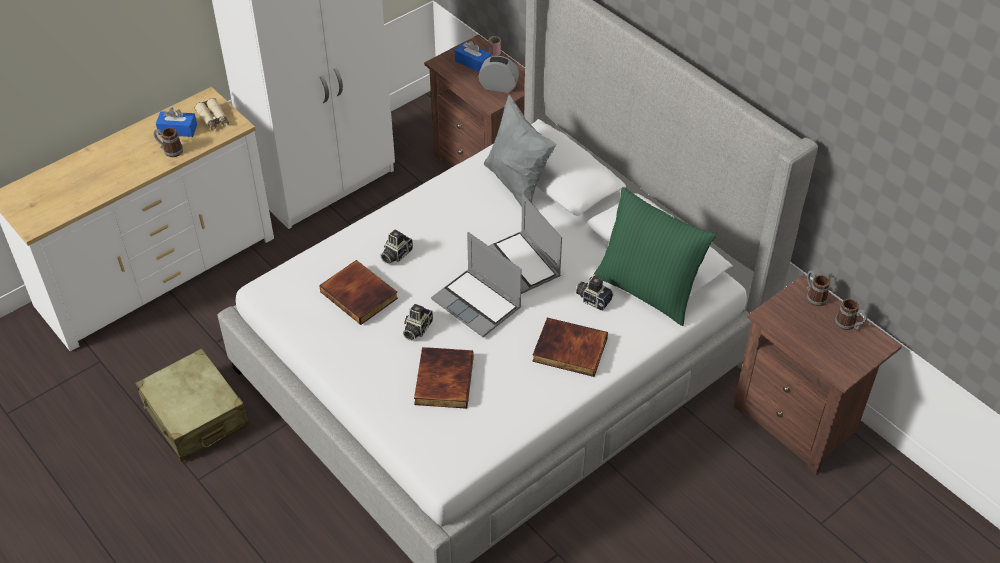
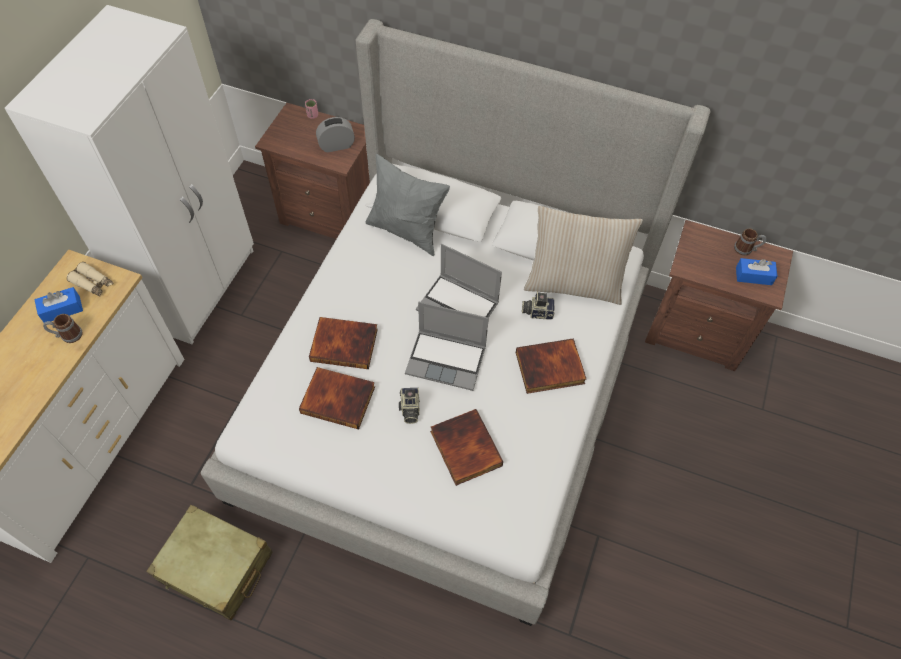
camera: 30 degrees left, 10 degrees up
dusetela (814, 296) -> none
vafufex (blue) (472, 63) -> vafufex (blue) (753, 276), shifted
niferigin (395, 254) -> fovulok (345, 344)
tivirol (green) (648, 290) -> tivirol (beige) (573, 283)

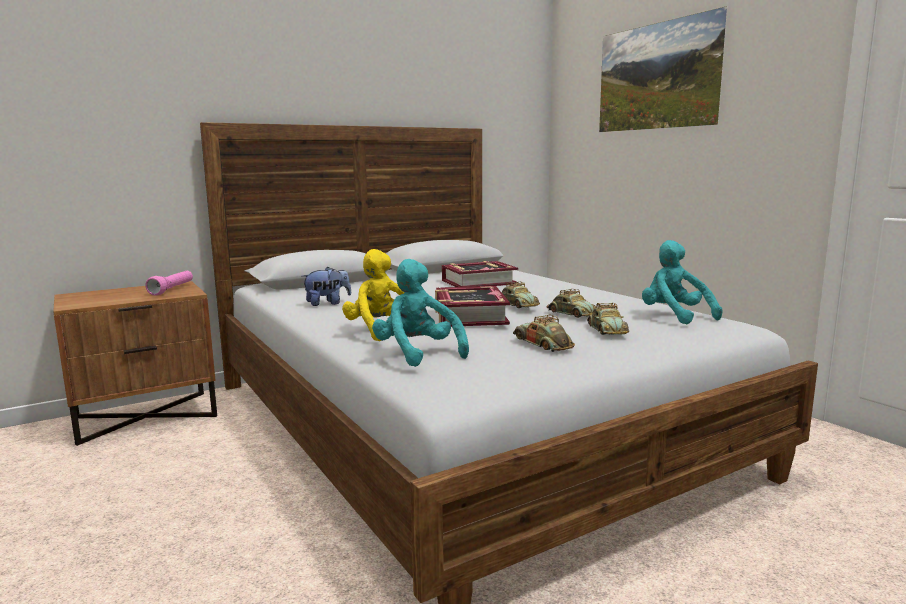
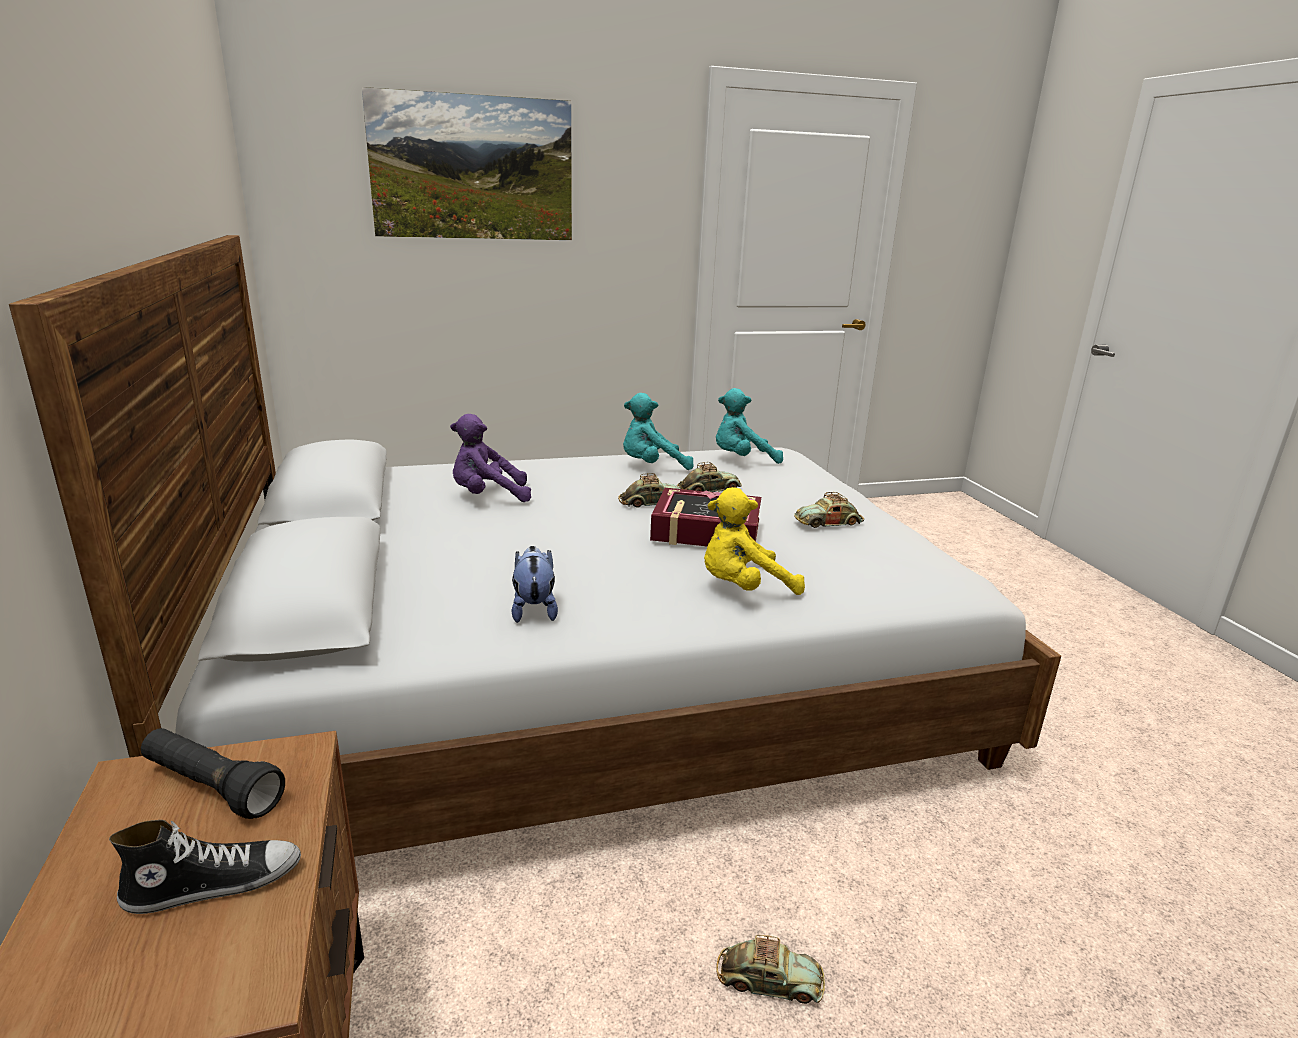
camera: 75 degrees left, 10 degrees up
none -> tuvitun (214, 883)
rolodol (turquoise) (417, 353) -> rolodol (turquoise) (652, 467), shifted
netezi (606, 330) -> netezi (769, 980), shifted
fovulok (478, 282) -> rolodol (purple) (488, 497)
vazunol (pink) (172, 290) -> vazunol (black) (212, 788)

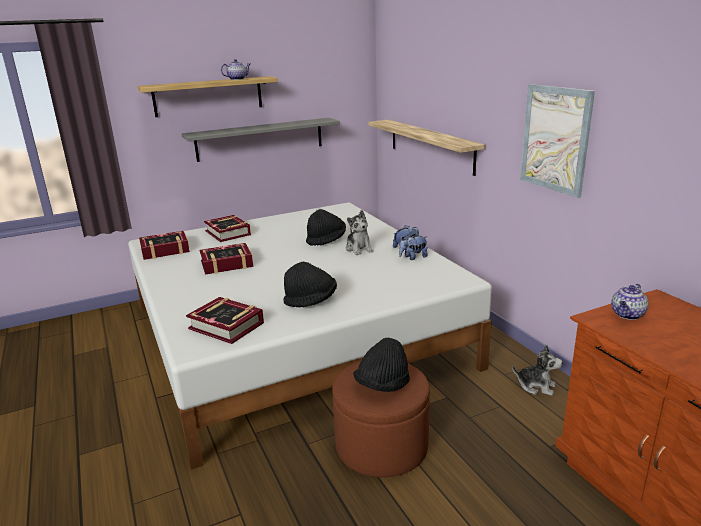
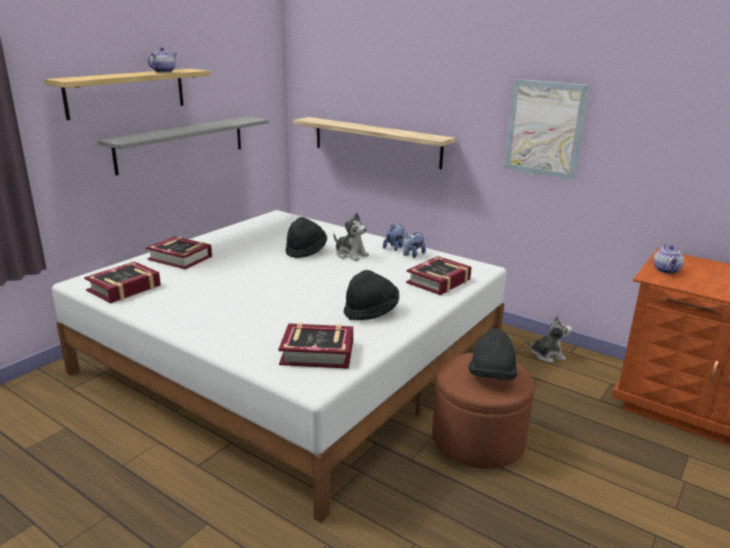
camera: 30 degrees left, 0 degrees up
fovulok (227, 264) -> fovulok (439, 281), shifted

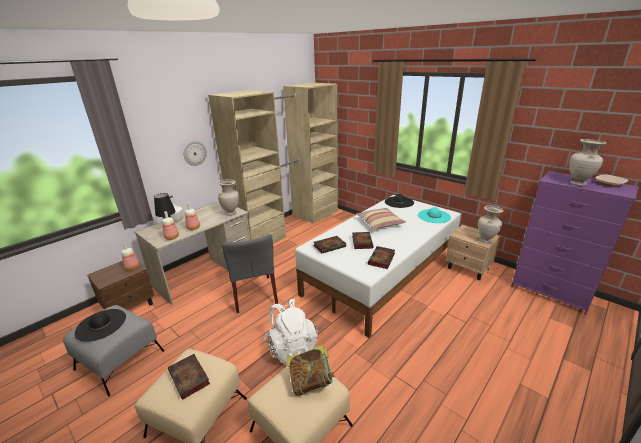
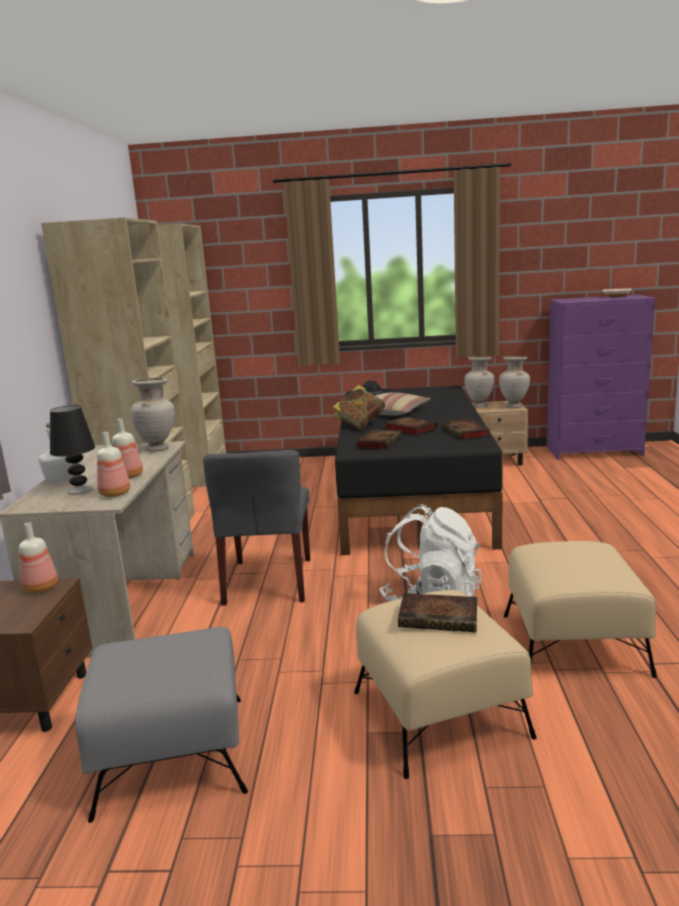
camera: 40 degrees left, 10 degrees down
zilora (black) (101, 324) -> none
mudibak (194, 153) -> none
zilora (turquoise) (434, 216) -> none
fovulok (311, 381) -> fovulok (360, 425), shifted
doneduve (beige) (578, 184) -> doneduve (beige) (479, 406), shifted
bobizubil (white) (383, 273) -> bobizubil (black) (413, 496)
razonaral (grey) (254, 294) -> razonaral (grey) (269, 581), 60 degrees clockwise

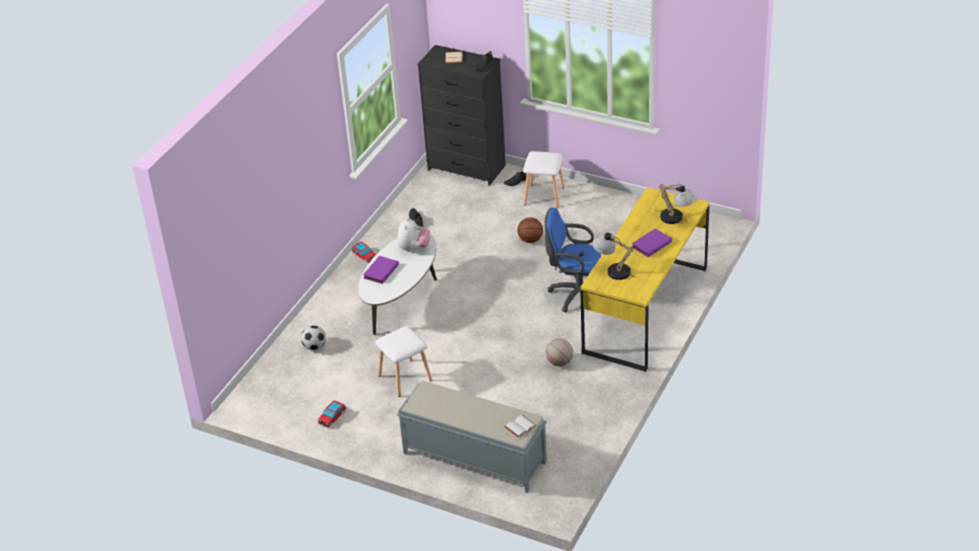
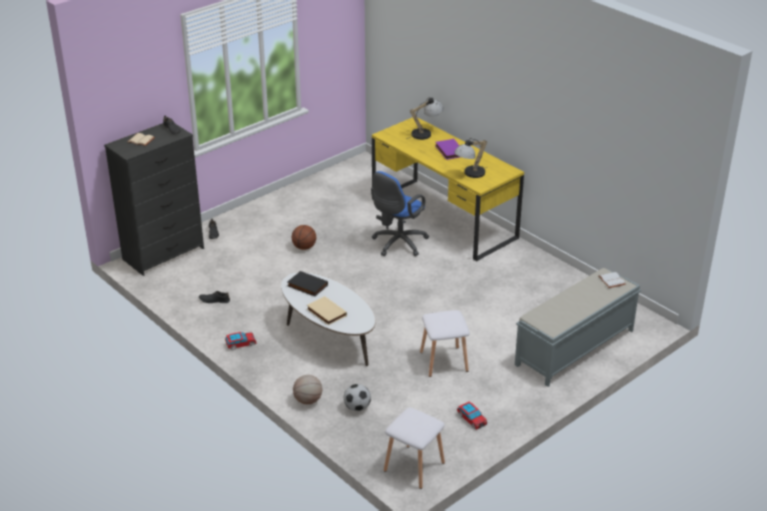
camera: 70 degrees left, 5 degrees down
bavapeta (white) (544, 195) -> bavapeta (white) (413, 466), shifted
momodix (559, 362) -> momodix (308, 400), shifted
rolodol (413, 248) -> fovulok (black) (306, 286)
fovulok (purple) (380, 271) -> fovulok (beige) (325, 313)

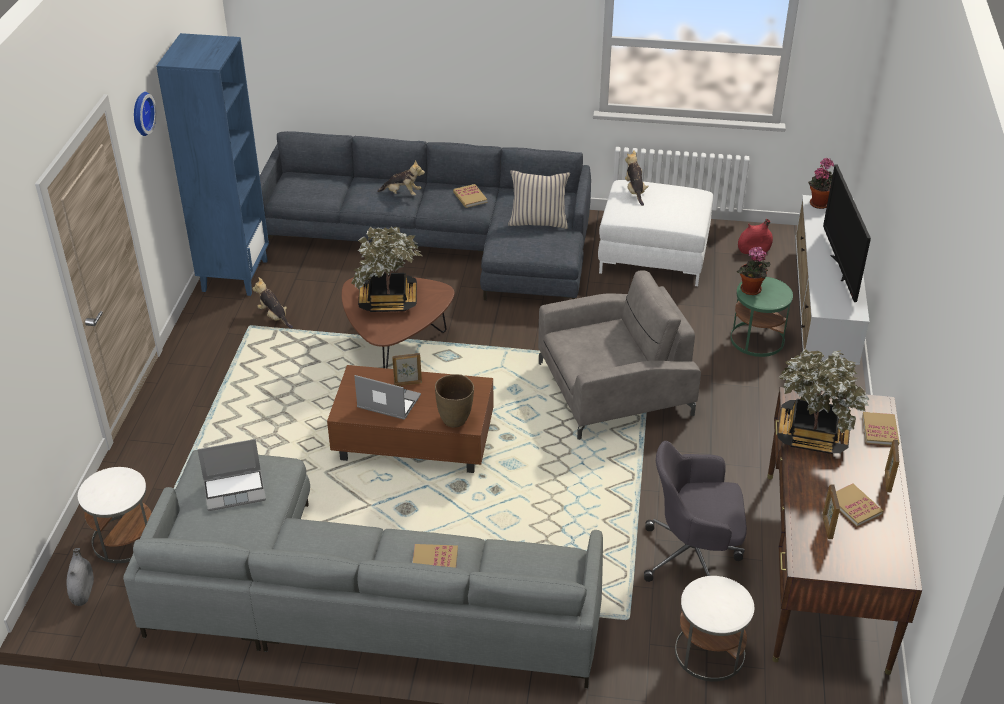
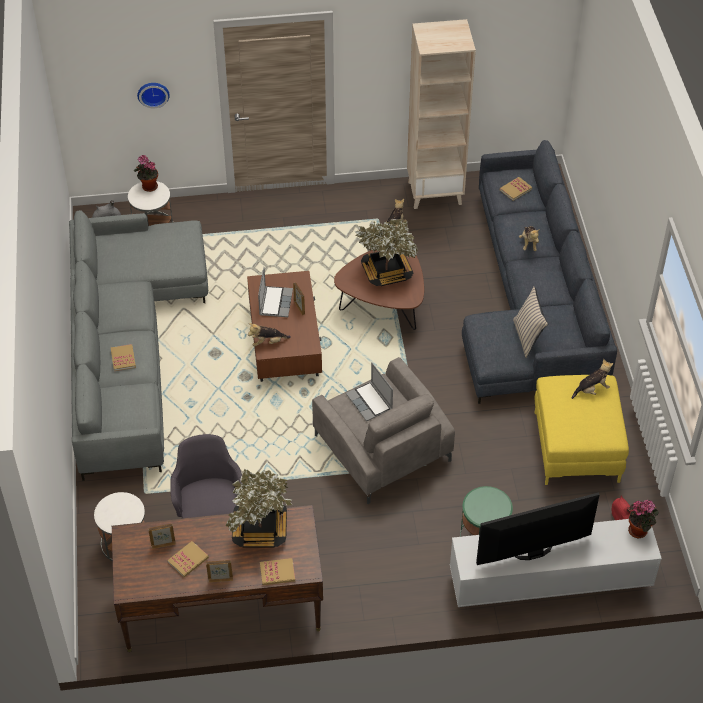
camera: 75 degrees right, 10 degrees up
mudibak (140, 113) -> mudibak (153, 93), shifted
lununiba (235, 490) -> lununiba (370, 402), shifted
fovulok (470, 197) -> fovulok (515, 189), shifted
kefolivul (750, 291) -> kefolivul (148, 187), shifted
doneduve (brown) (455, 420) -> rolodol (268, 342)
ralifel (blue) (234, 275) -> ralifel (beige) (435, 192)
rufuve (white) (654, 257) -> rufuve (yellow) (576, 447)

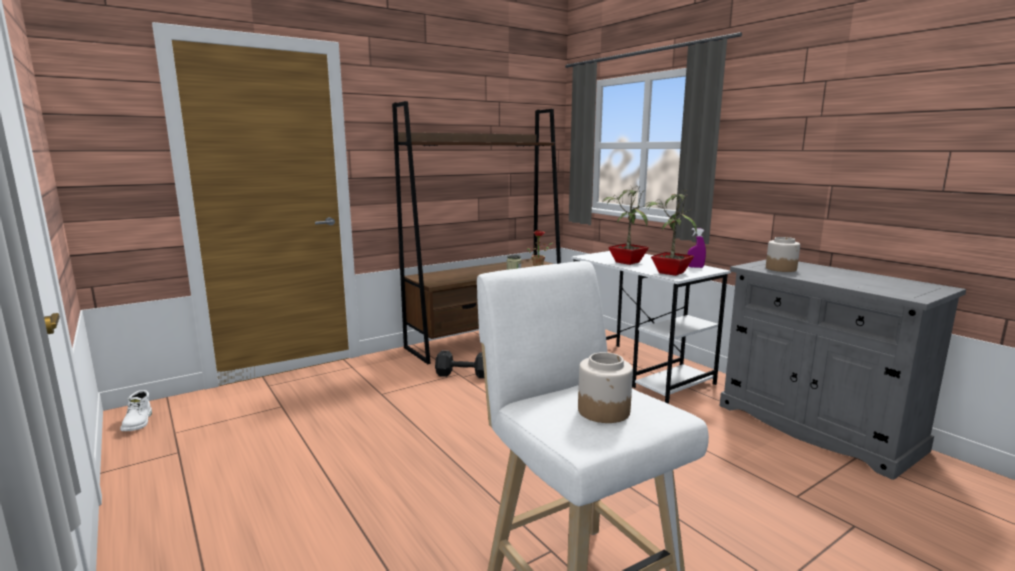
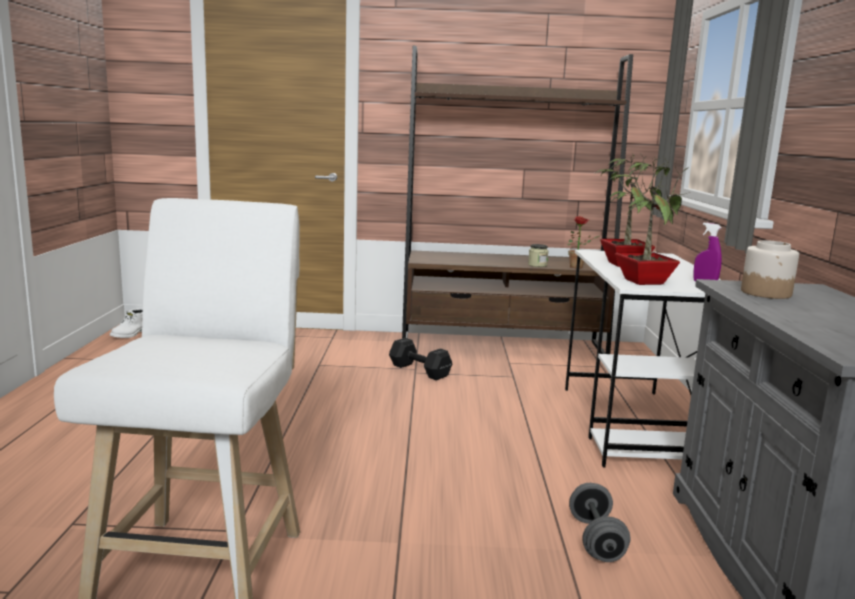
camera: 35 degrees right, 0 degrees up
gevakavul (604, 411) -> none
none -> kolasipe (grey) (596, 540)

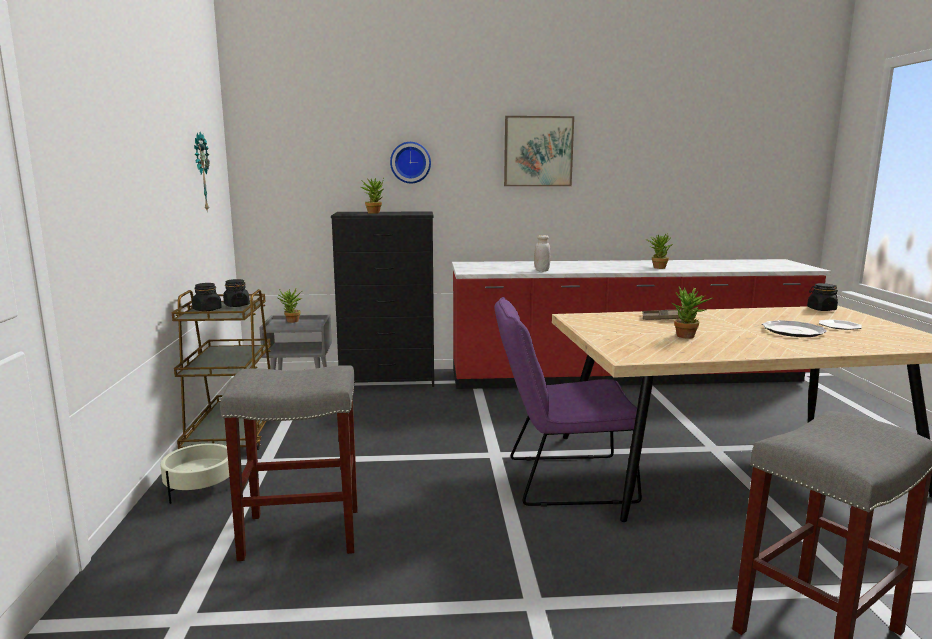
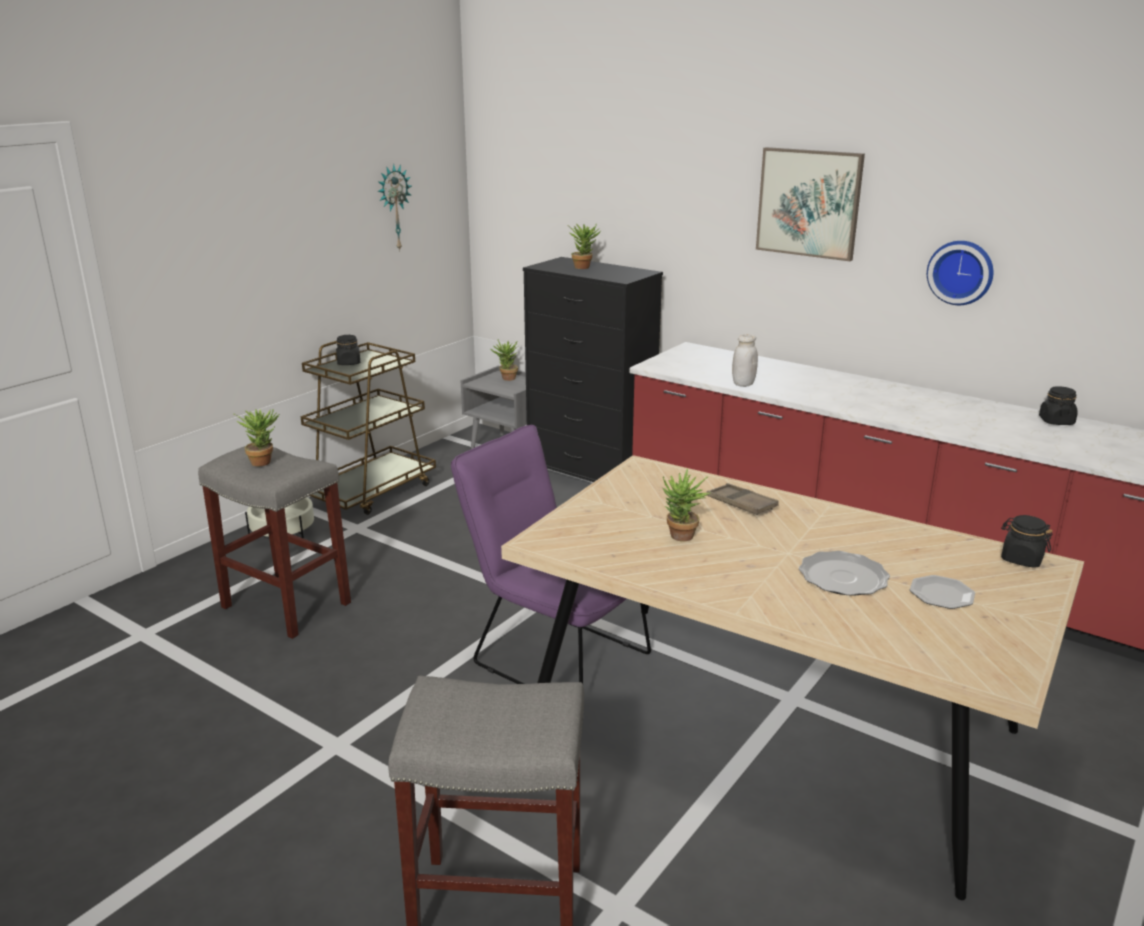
camera: 40 degrees right, 10 degrees up
gevakavul (black) (236, 305) -> gevakavul (black) (1056, 421), shifted
mudibak (410, 162) -> mudibak (961, 272), shifted
kefolivul (657, 267) -> kefolivul (263, 461), shifted

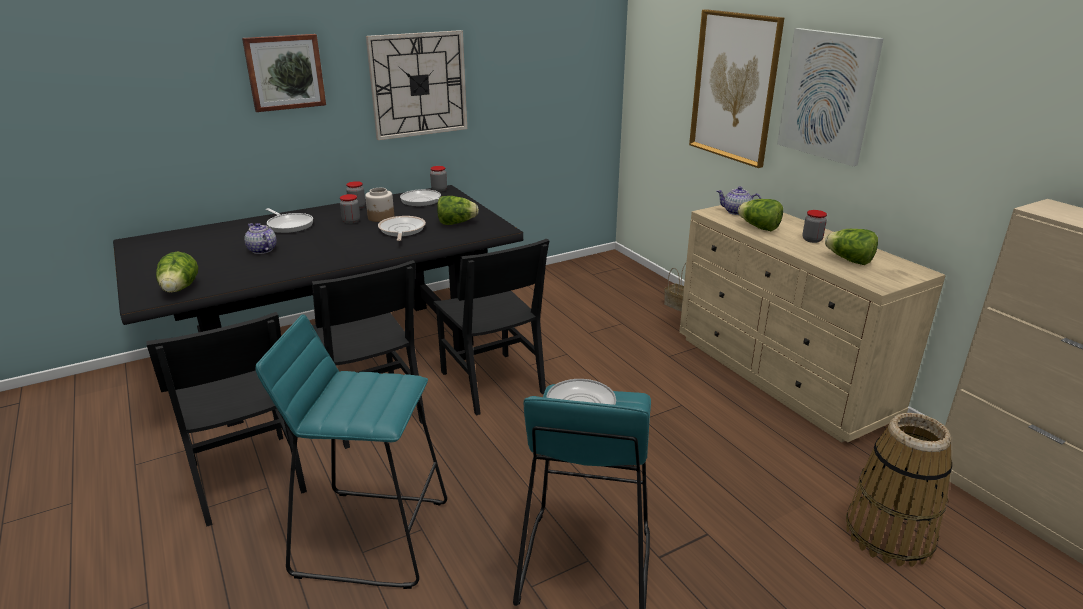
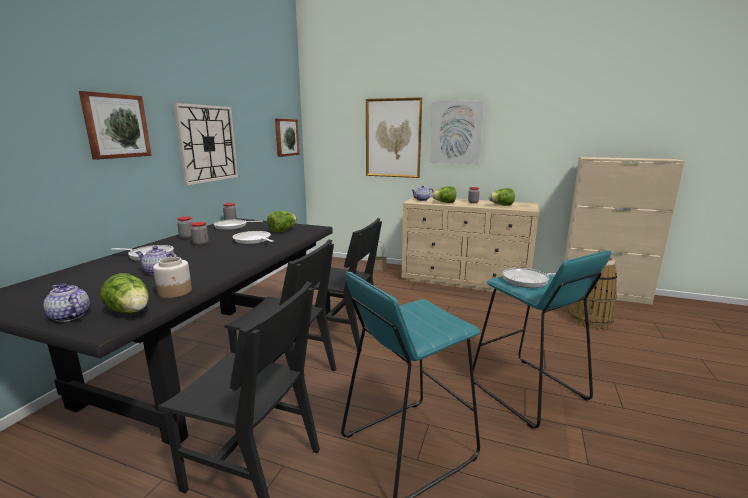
camera: 40 degrees left, 10 degrees down
none -> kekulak (69, 316)
none -> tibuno (286, 137)
gevakavul (381, 217) -> gevakavul (175, 292), shifted

